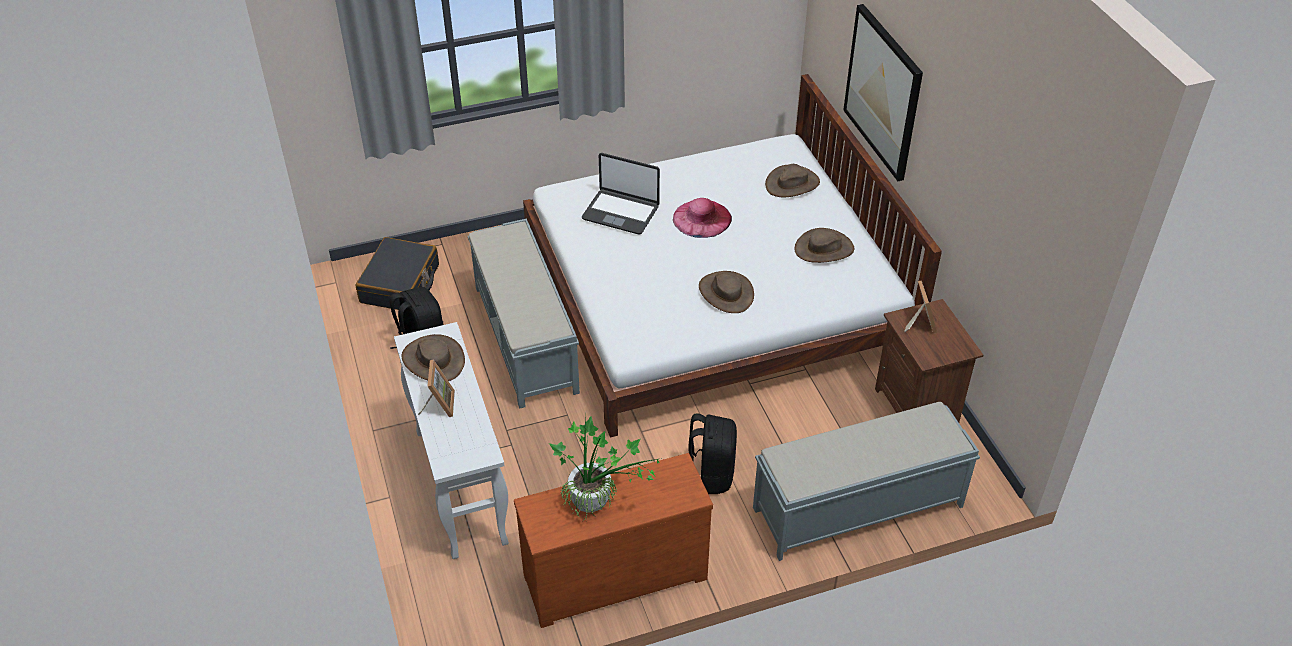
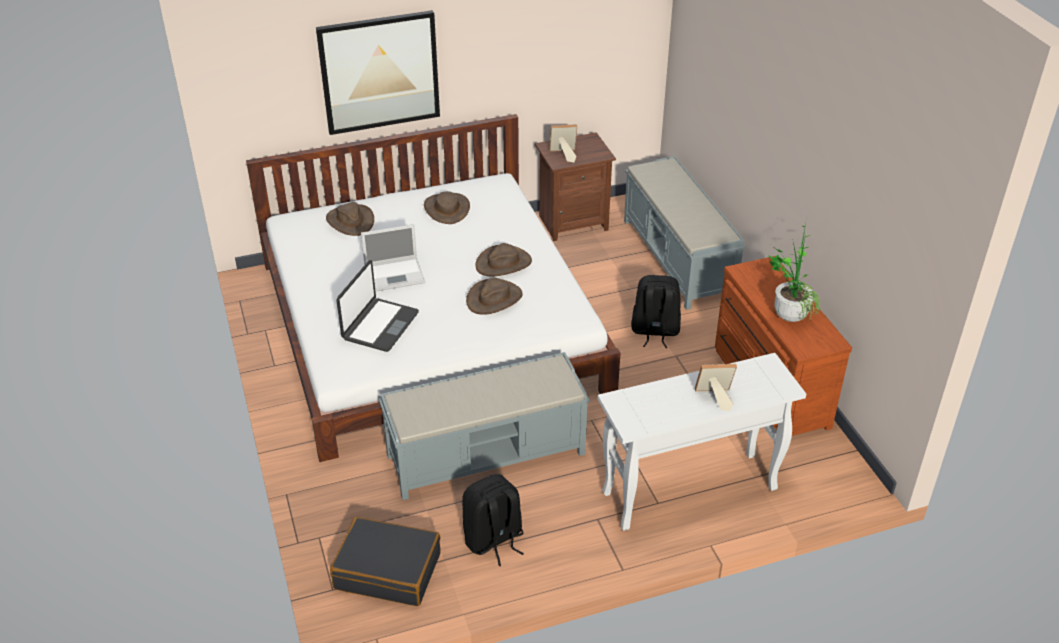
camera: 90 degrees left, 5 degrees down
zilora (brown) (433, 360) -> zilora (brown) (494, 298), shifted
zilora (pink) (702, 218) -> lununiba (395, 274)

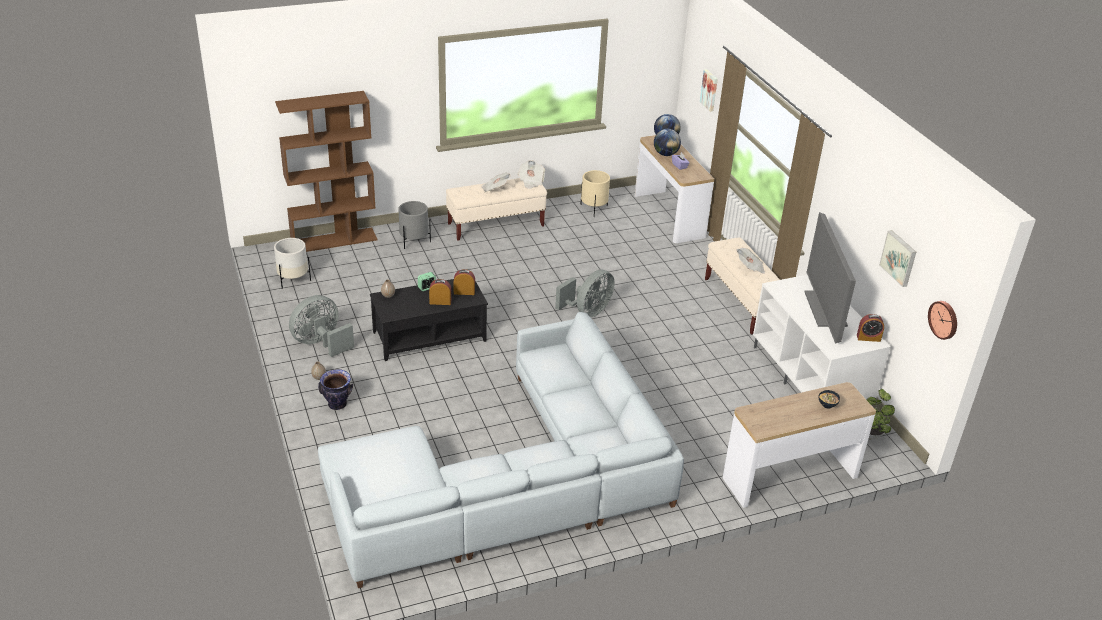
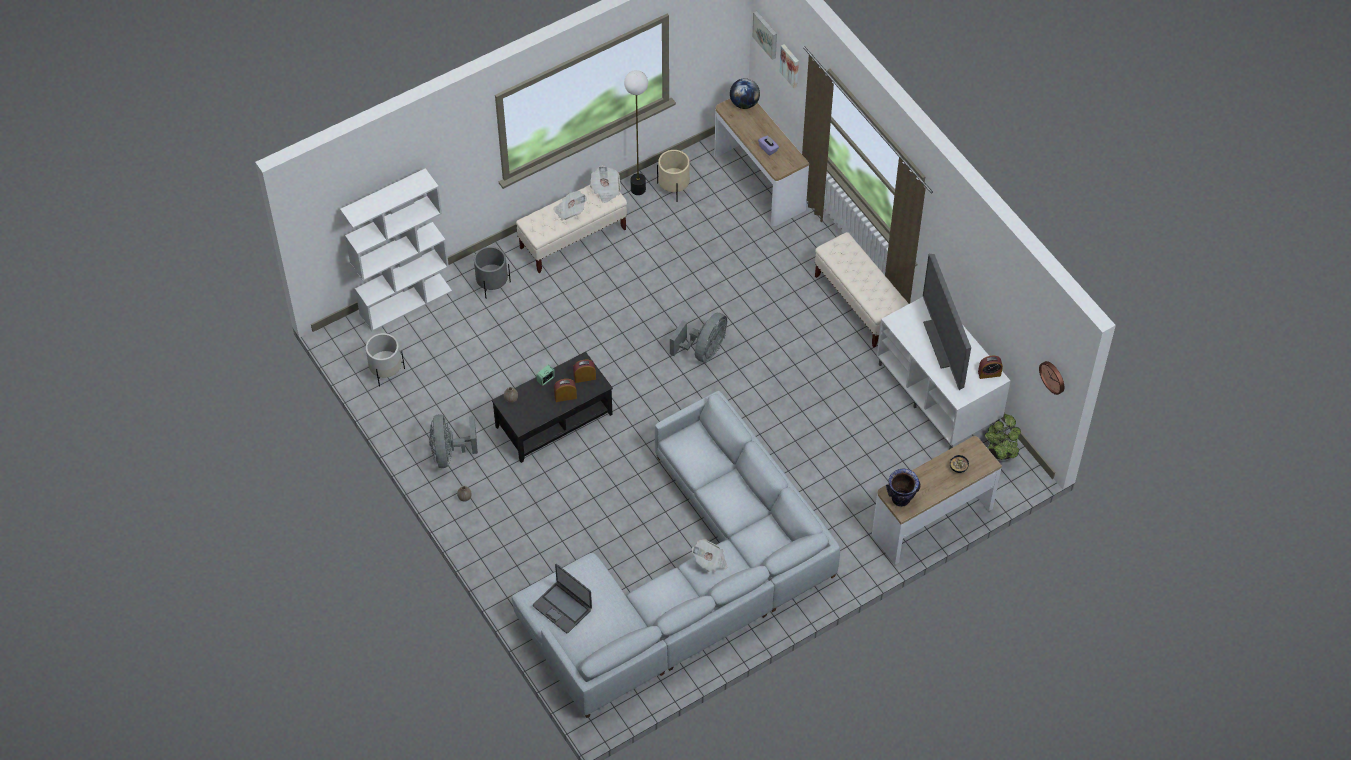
camera: 10 degrees left, 20 degrees up
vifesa (665, 154) -> none
none -> lununiba (562, 607)
none -> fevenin (638, 189)
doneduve (337, 405) -> doneduve (901, 499), shifted
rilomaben (750, 268) -> rilomaben (710, 561), shifted
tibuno (899, 258) -> tibuno (766, 34), shifted
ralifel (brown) (334, 240) -> ralifel (white) (406, 302)
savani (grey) (321, 343) -> savani (grey) (449, 453), 45 degrees counterclockwise

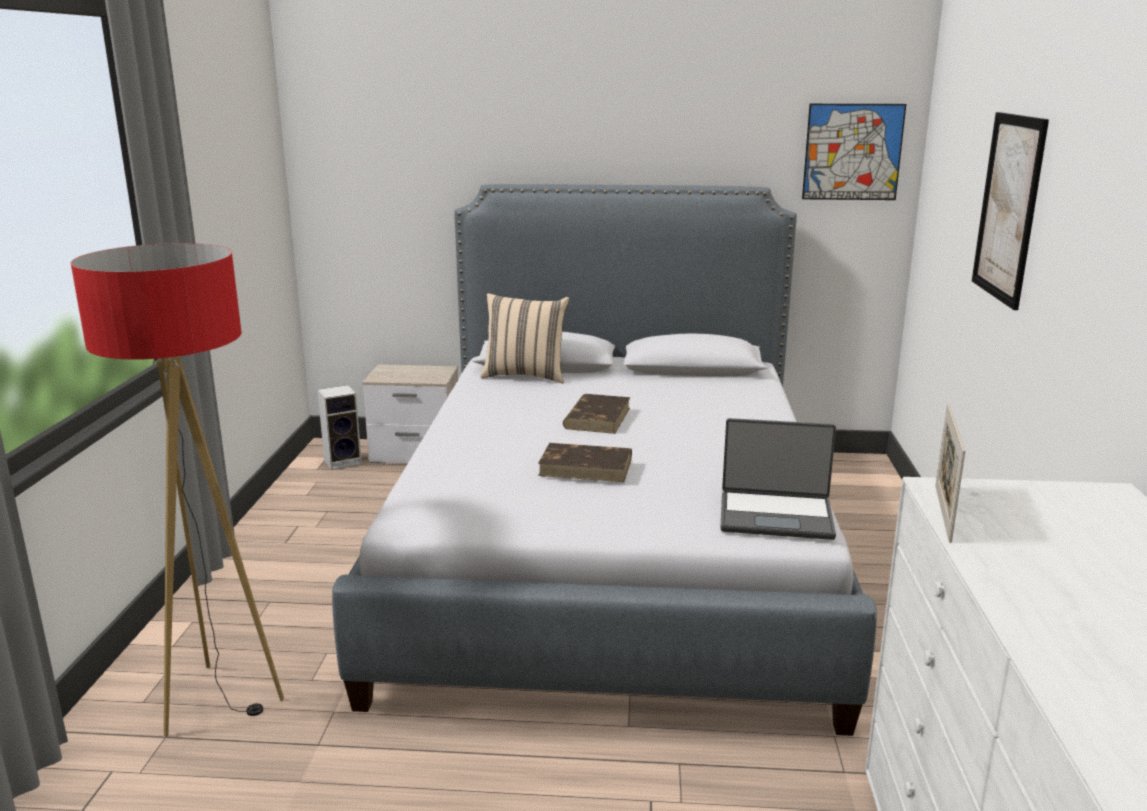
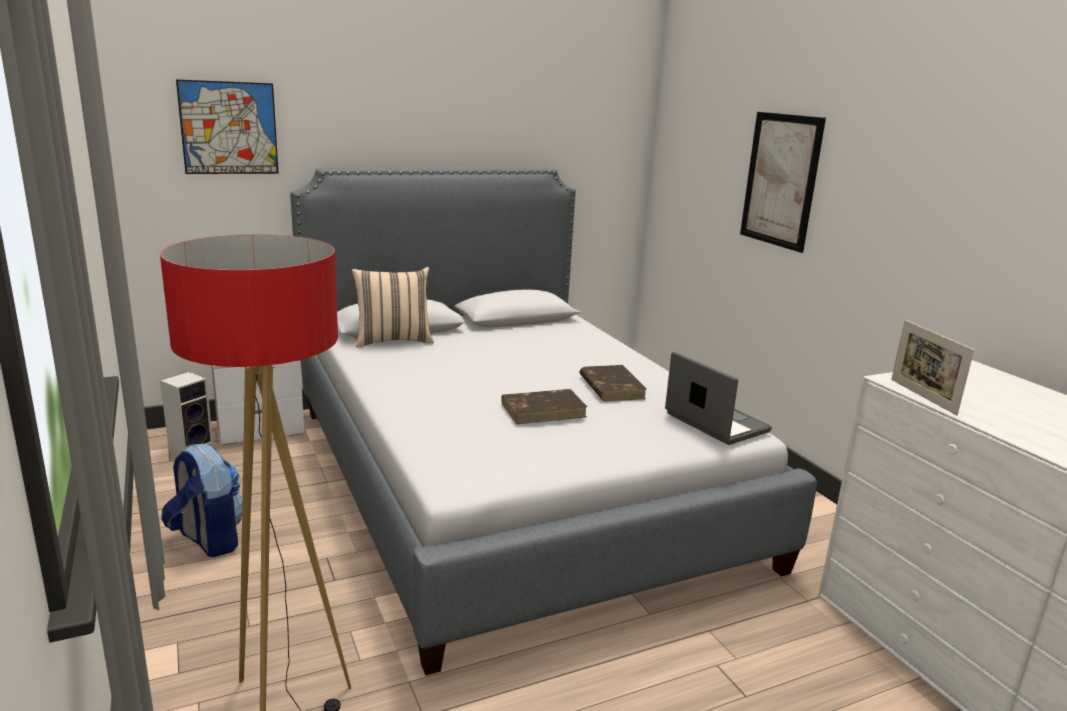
camera: 30 degrees left, 0 degrees up
none -> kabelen (208, 540)
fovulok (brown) (597, 417) -> fovulok (brown) (611, 387), shifted
tibuno (852, 152) -> tibuno (229, 128), shifted
lununiba (776, 516) -> lununiba (715, 423), 105 degrees counterclockwise

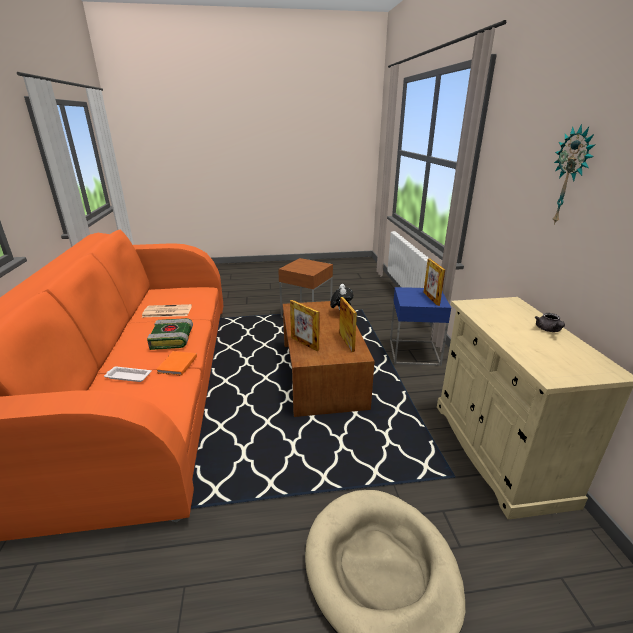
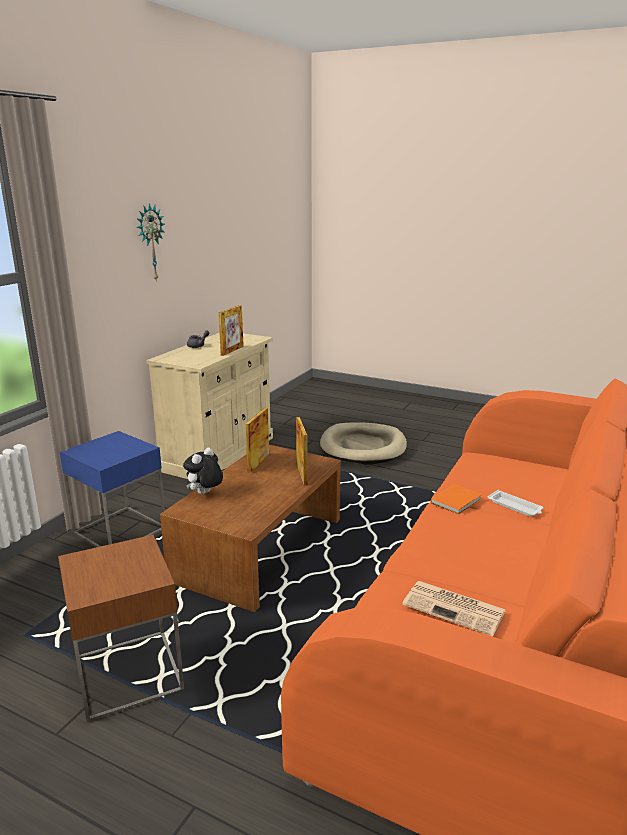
camera: 145 degrees left, 5 degrees down
fovulok (172, 339) -> none
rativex (431, 298) -> rativex (232, 350), shifted

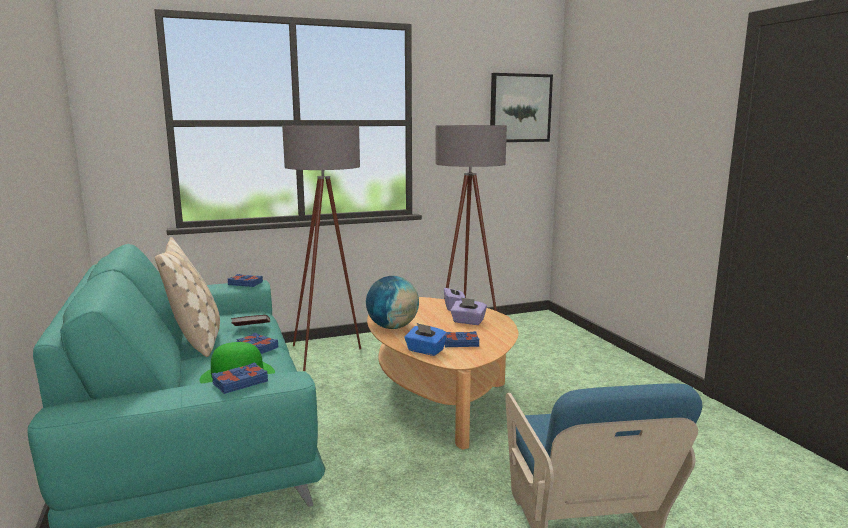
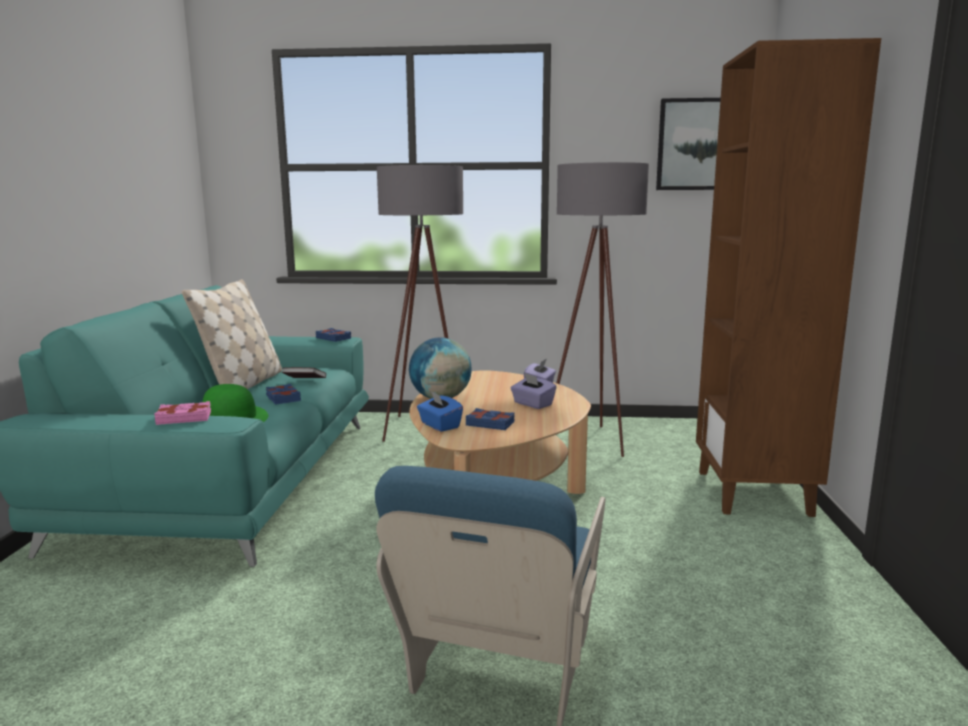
camera: 25 degrees right, 0 degrees up
none -> ralifel (brown) (754, 493)
fovulok (blue) (240, 382) -> fovulok (pink) (184, 418)

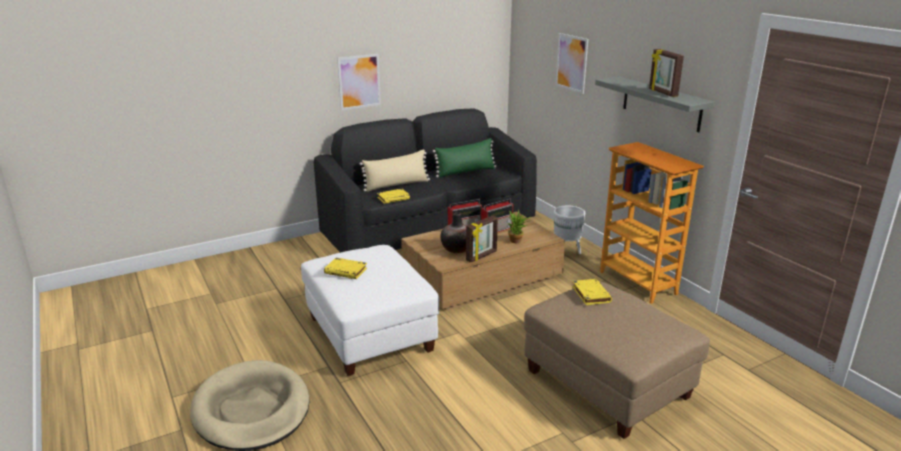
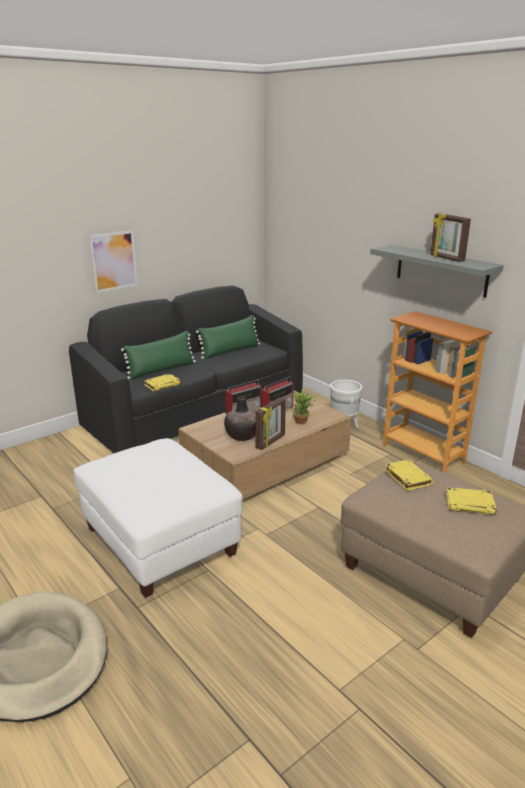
camera: 10 degrees left, 0 degrees up
tibuno (571, 63) -> none
fovulok (yellow) (346, 271) -> fovulok (yellow) (470, 504), shifted
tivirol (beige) (396, 185) -> tivirol (green) (161, 370)

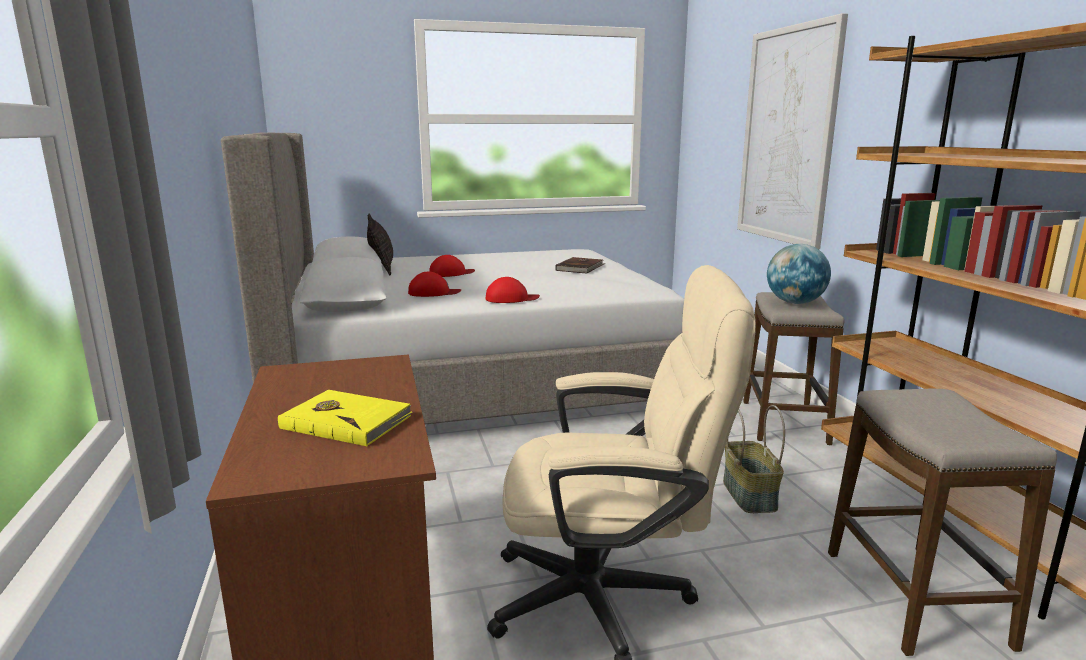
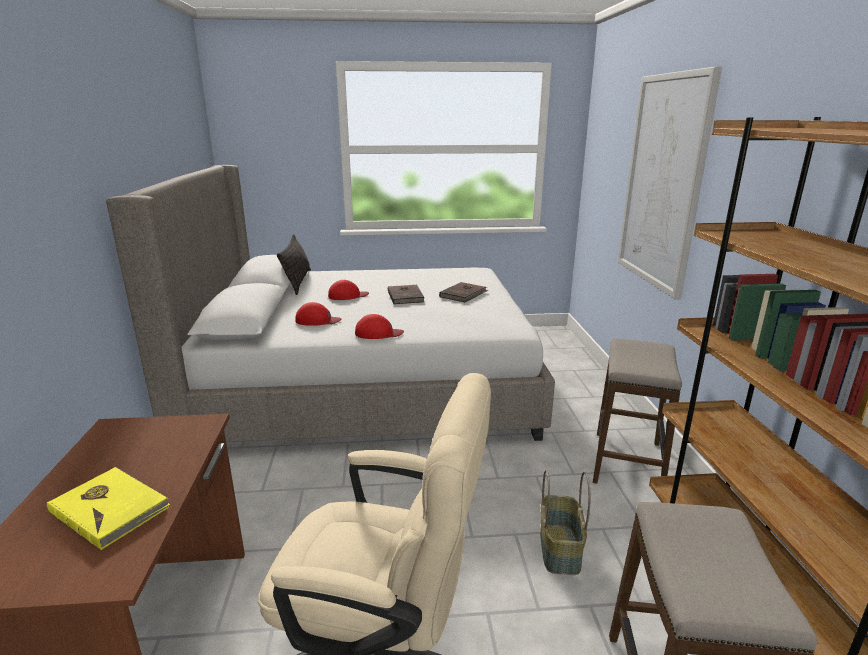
camera: 10 degrees right, 5 degrees up
vifesa (795, 303) -> none
none -> fovulok (brown) (406, 296)

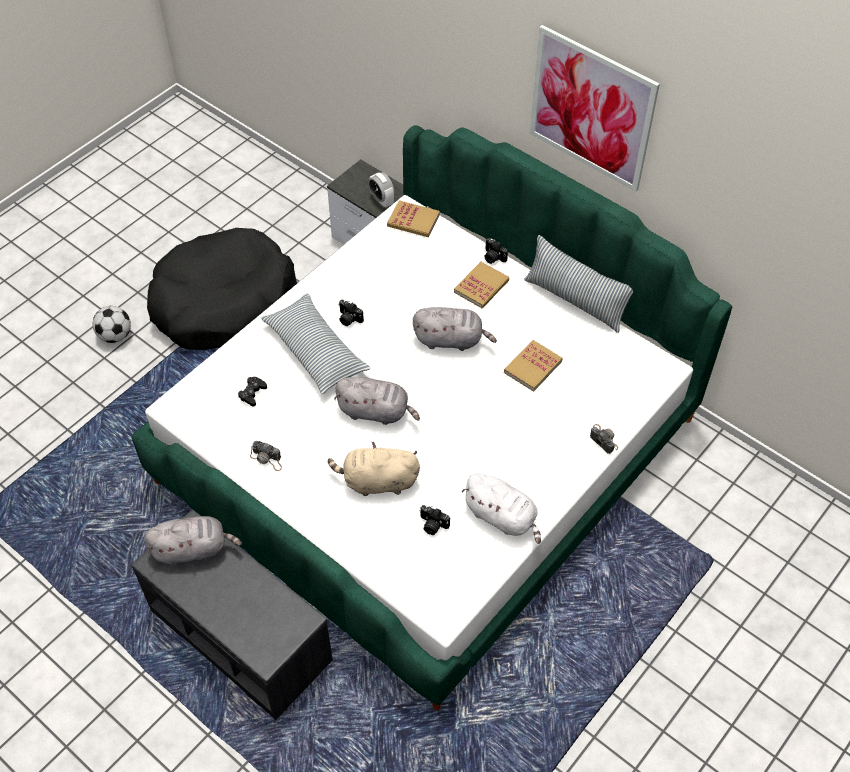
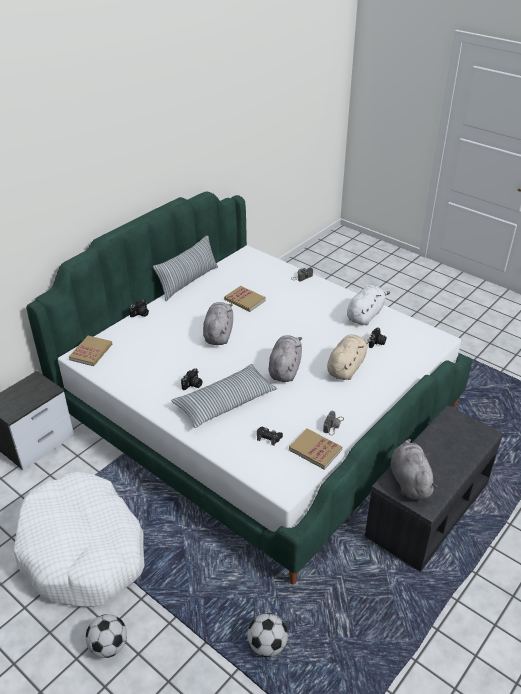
camera: 90 degrees left, 15 degrees down
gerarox (382, 200) -> none
tibuno (591, 109) -> none
none -> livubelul (267, 645)
fovulok (481, 286) -> fovulok (315, 450), shifted
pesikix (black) (223, 302) -> pesikix (white) (83, 550)
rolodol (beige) (377, 482) -> rolodol (beige) (346, 367), 150 degrees counterclockwise

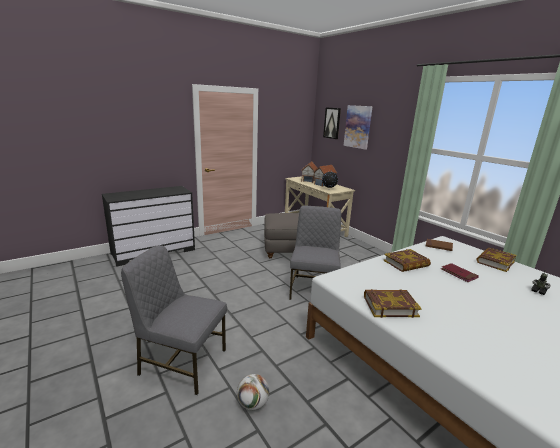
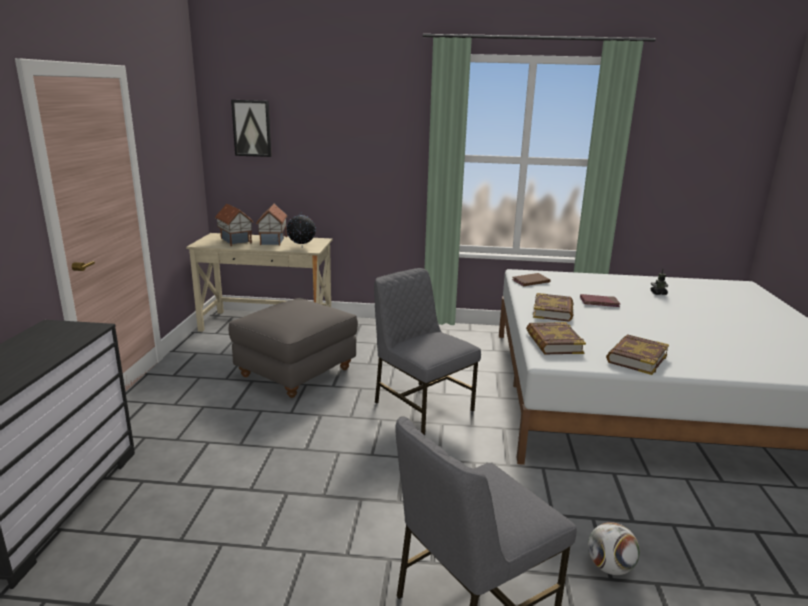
camera: 50 degrees left, 0 degrees up
tibuno (358, 127) -> none
fovulok (495, 262) -> fovulok (553, 343), shifted

